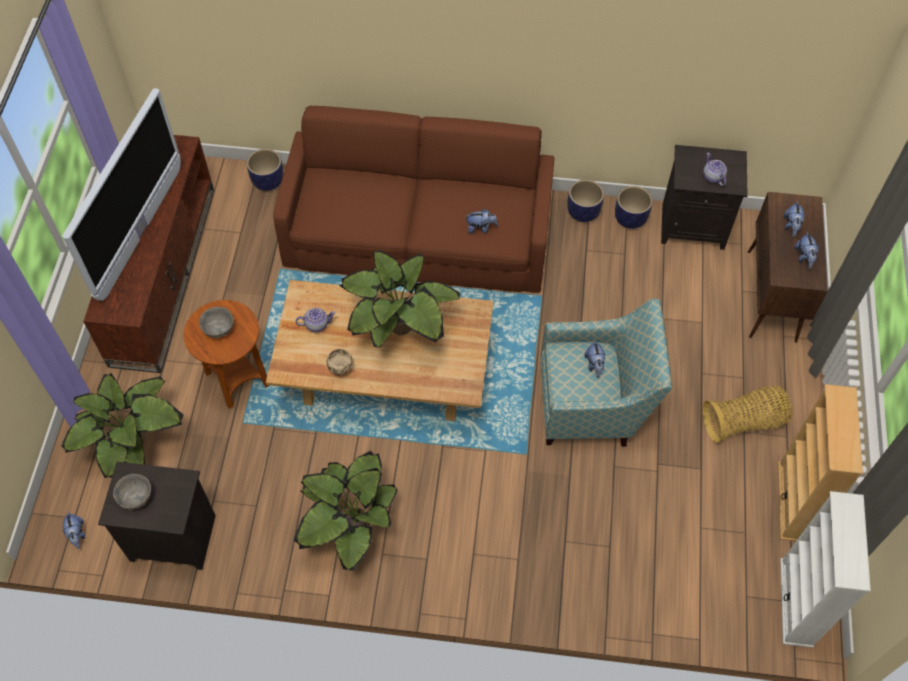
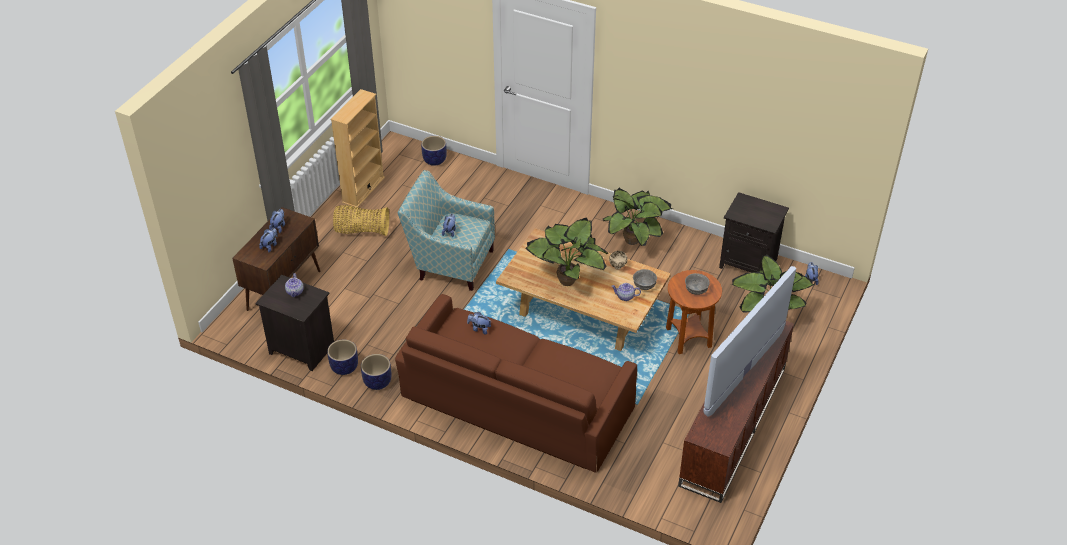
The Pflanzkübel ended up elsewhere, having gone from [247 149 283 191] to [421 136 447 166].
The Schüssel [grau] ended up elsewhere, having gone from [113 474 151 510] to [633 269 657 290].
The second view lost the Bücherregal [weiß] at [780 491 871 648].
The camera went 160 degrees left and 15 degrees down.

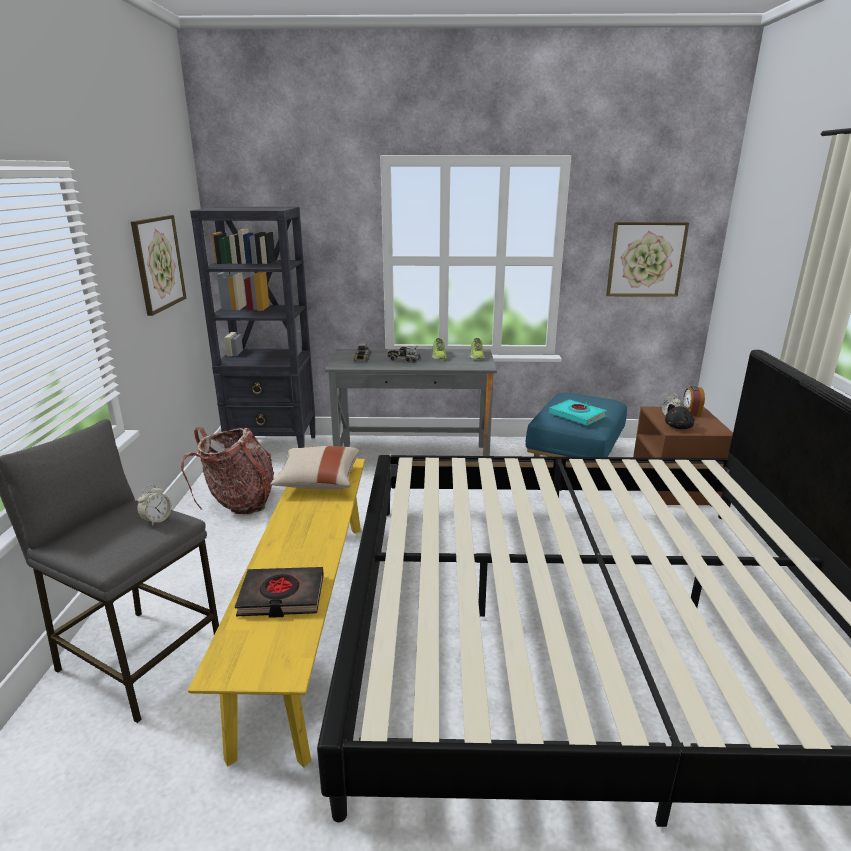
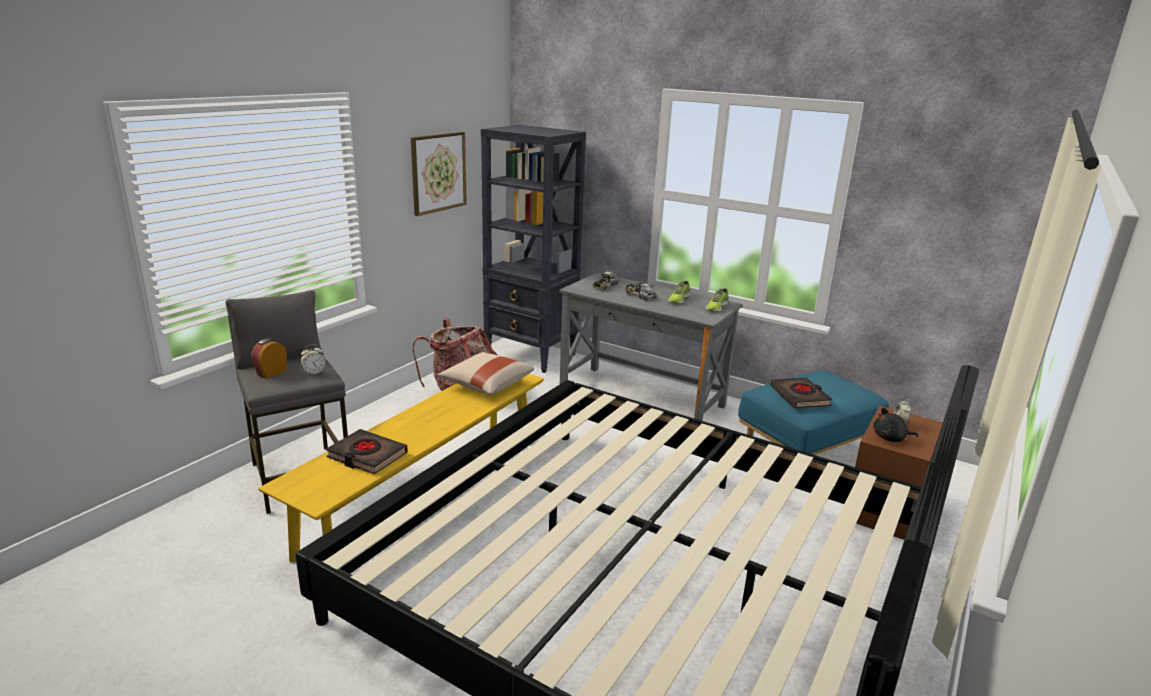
The Wecker ended up elsewhere, having gone from [683 386 705 416] to [251 338 287 379].
What was the Buch [türkis] at [549 399 607 425] turned into the Buch [schwarz] at [770 378 832 409].
The second view lost the Bild at [606 222 689 297].
The camera went 30 degrees right and 0 degrees up.

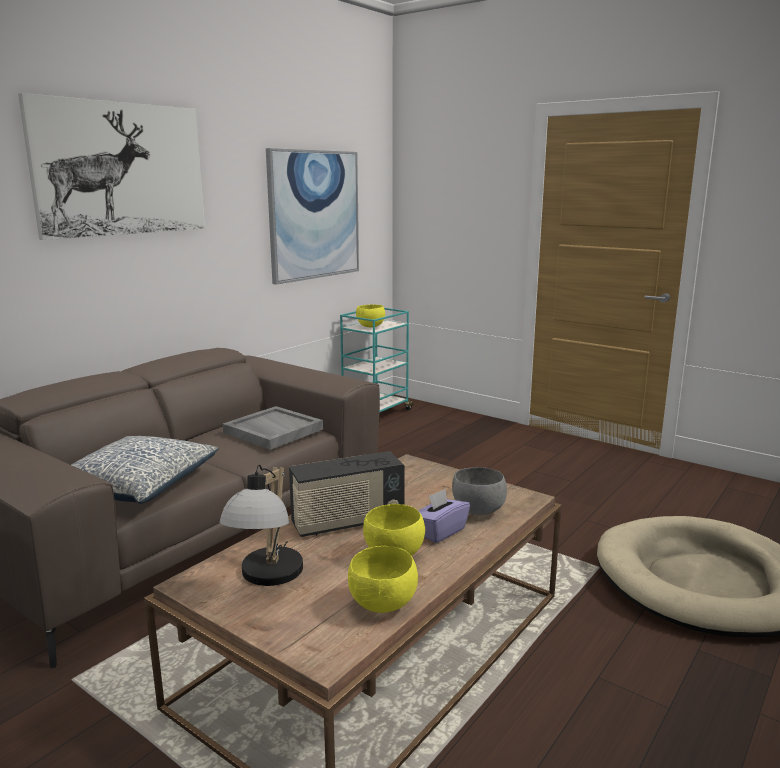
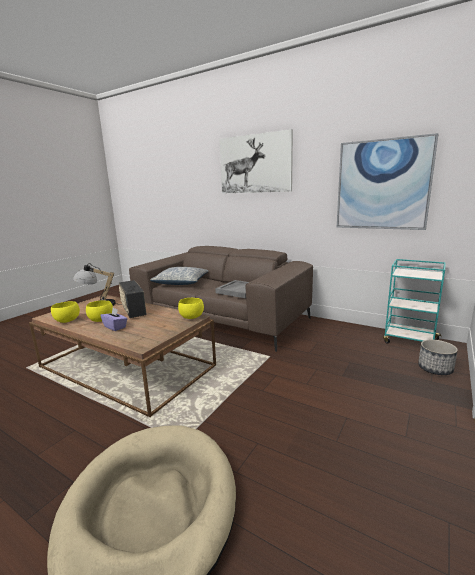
The Schüssel [gelb] ended up elsewhere, having gone from [356 304 385 327] to [178 298 204 319].
The second view gained the Pflanzkübel at [418 340 458 375].
The second view lost the Schüssel [grau] at [452 467 507 515].
The camera went 85 degrees right and 0 degrees up.

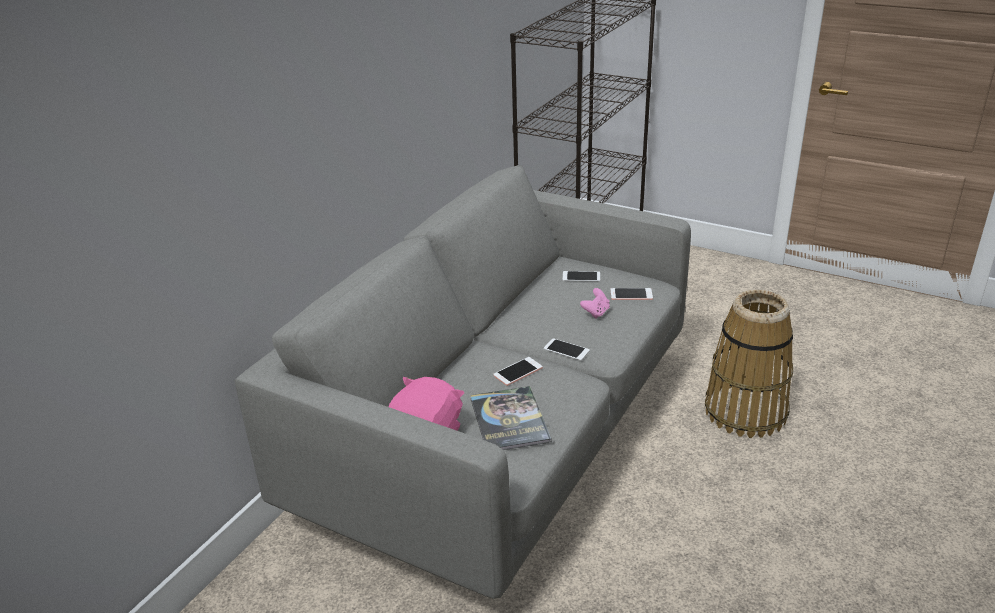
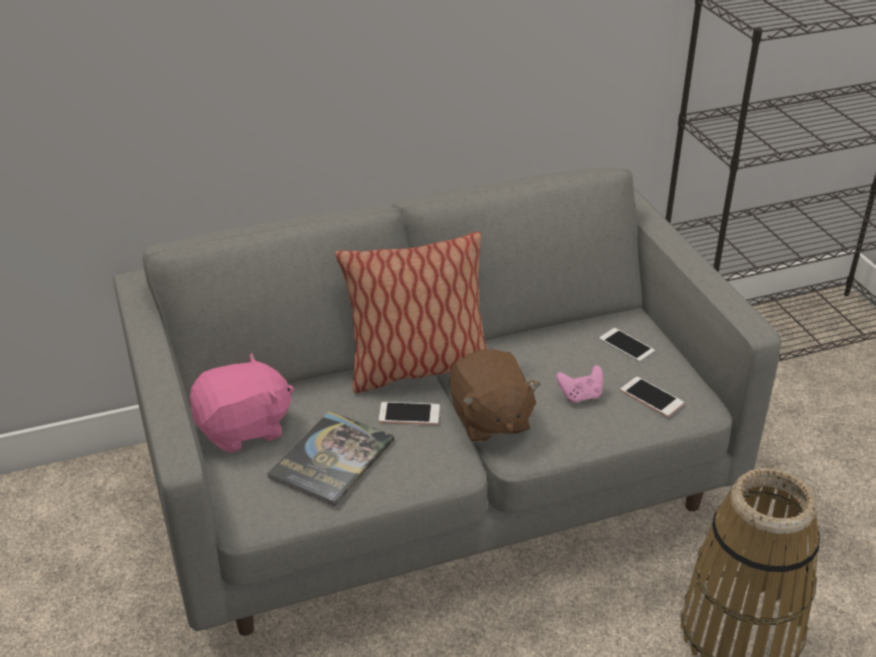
The second view gained the Kissen at [335 232 487 393].
Where the Handy stood at [544 338 590 361], the Plüschtier [braun] came to stand at [449 349 541 443].
The camera went 40 degrees right and 5 degrees up.

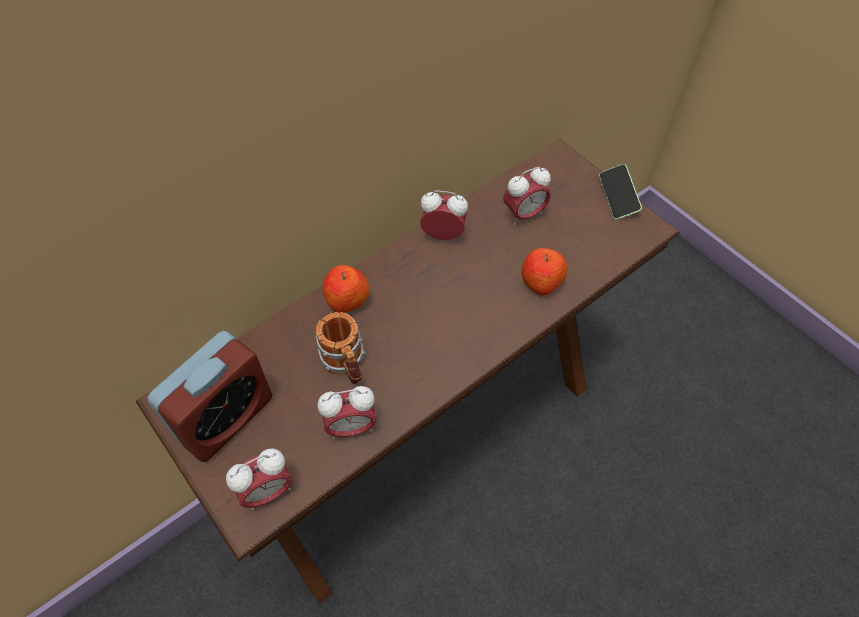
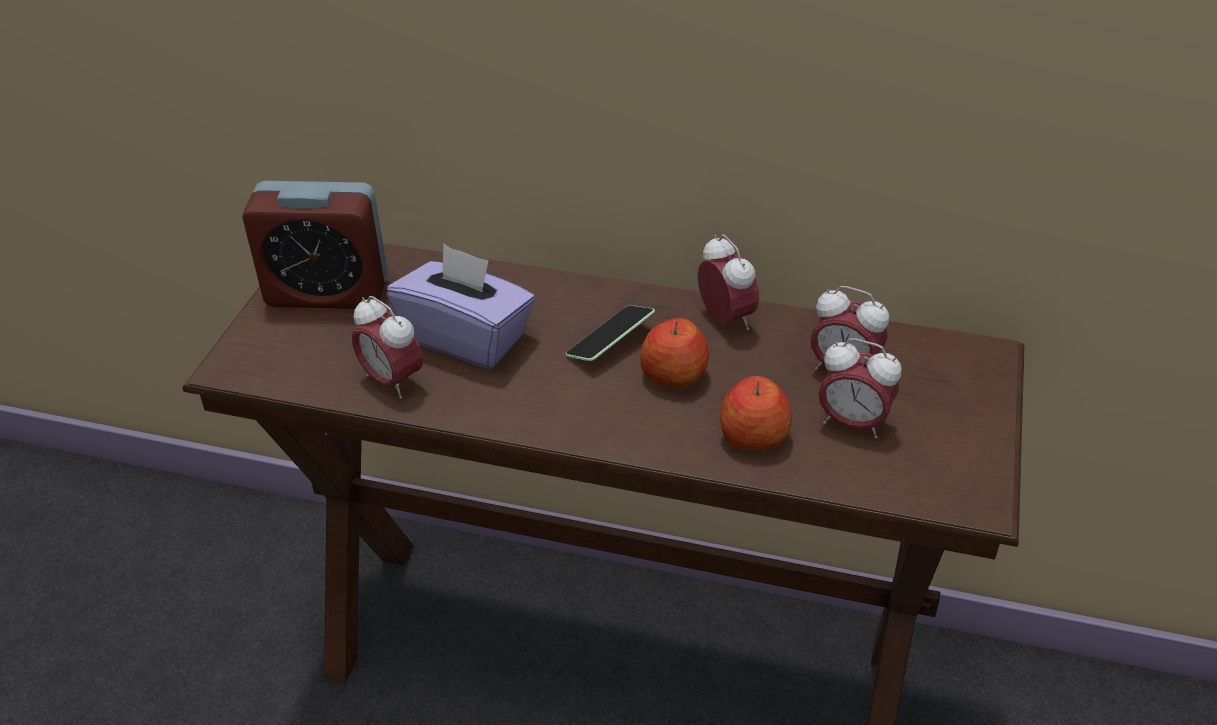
Where the Henkelbecher stood at [315 312 365 384], the Taschentuchbox [lila] came to stand at [387 244 535 369].
The Handy ended up elsewhere, having gone from [599 164 642 220] to [566 305 655 361].
The Apfel ended up elsewhere, having gone from [323 265 369 313] to [640 318 709 388].
The Wecker ended up elsewhere, having gone from [226 449 292 510] to [819 338 902 439].
The camera went 55 degrees right and 15 degrees down.

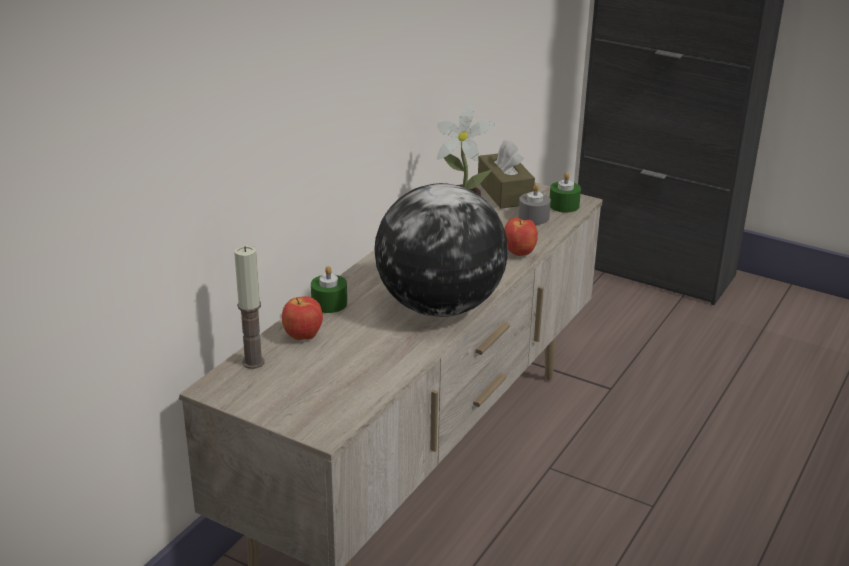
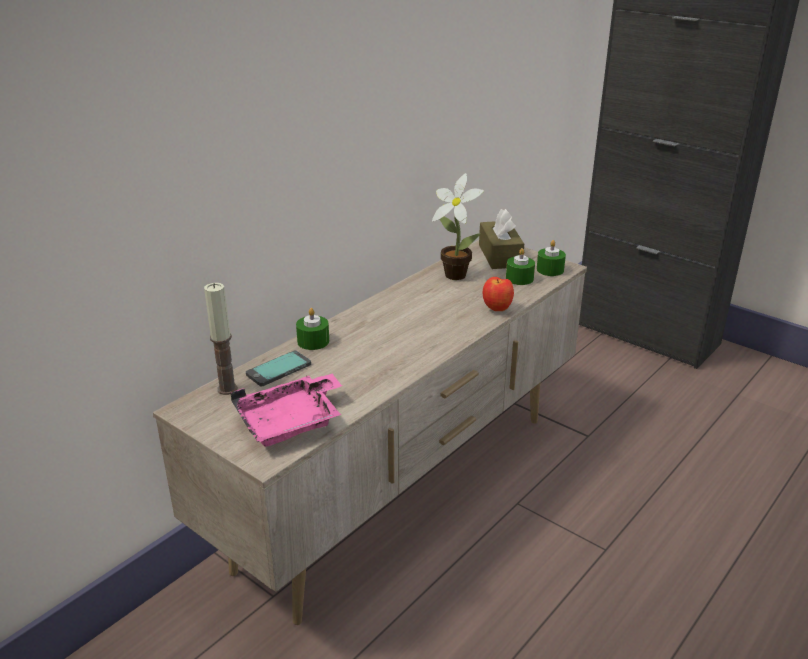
The second view gained the Tablett [rosa] at [231 374 342 447].
Where the Apfel stood at [282 296 323 340], the Handy came to stand at [246 351 311 386].
What was the Kerze [grau] at [518 184 551 225] turned into the Kerze [grün] at [506 248 535 285].
The second view lost the Globus at [374 183 508 317].
The camera went 10 degrees right and 0 degrees up.

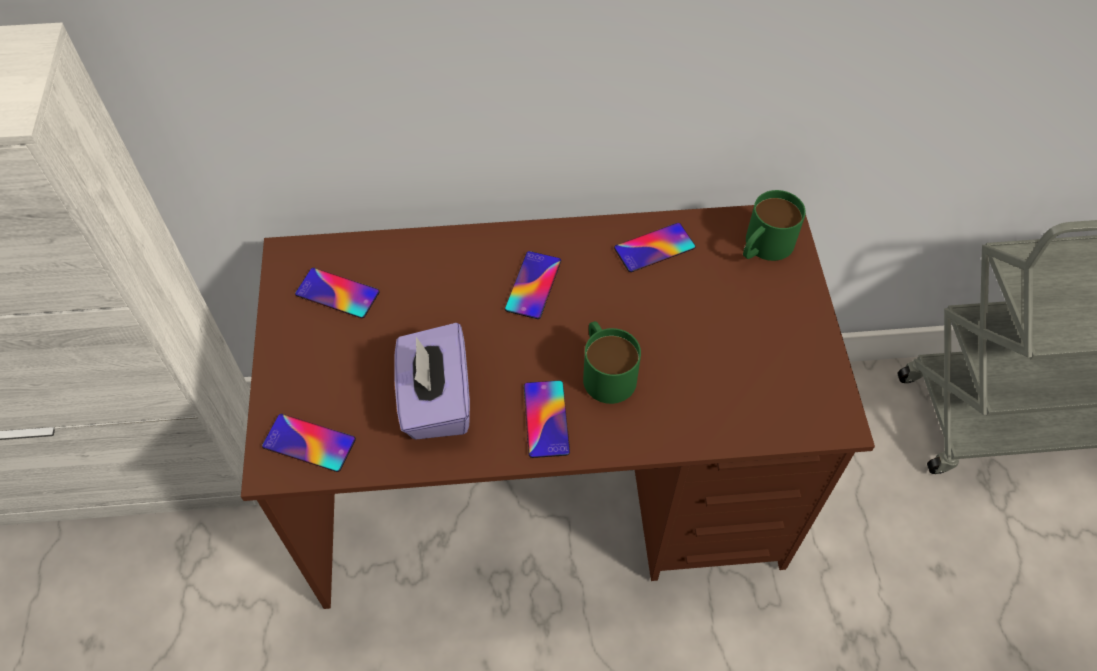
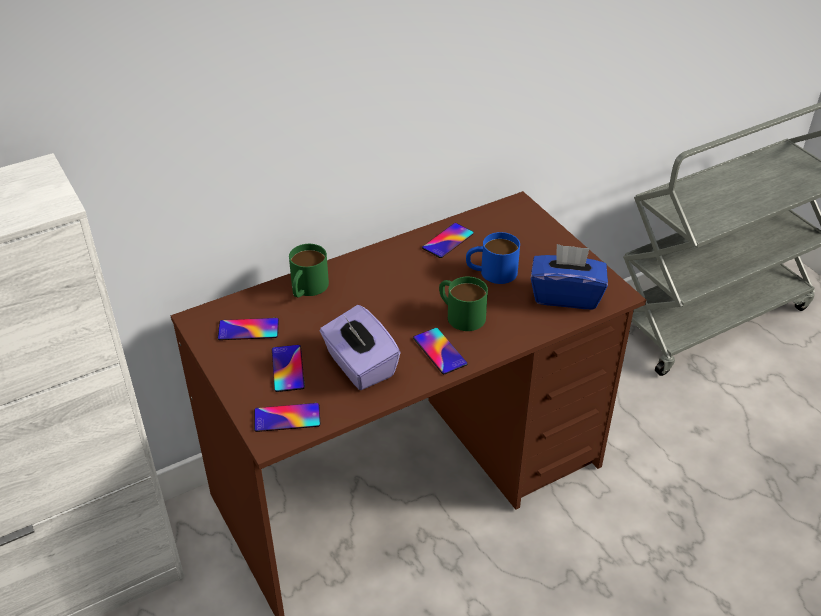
The Handy ended up elsewhere, having gone from [505 251 561 319] to [272 345 305 392].
The Henkelbecher [grün] ended up elsewhere, having gone from [743 190 806 261] to [289 244 329 298].
The second view gained the Henkelbecher [blau] at [466 232 520 284].
The second view gained the Taschentuchbox [blau] at [531 244 608 309].
The camera went 25 degrees left and 15 degrees down.

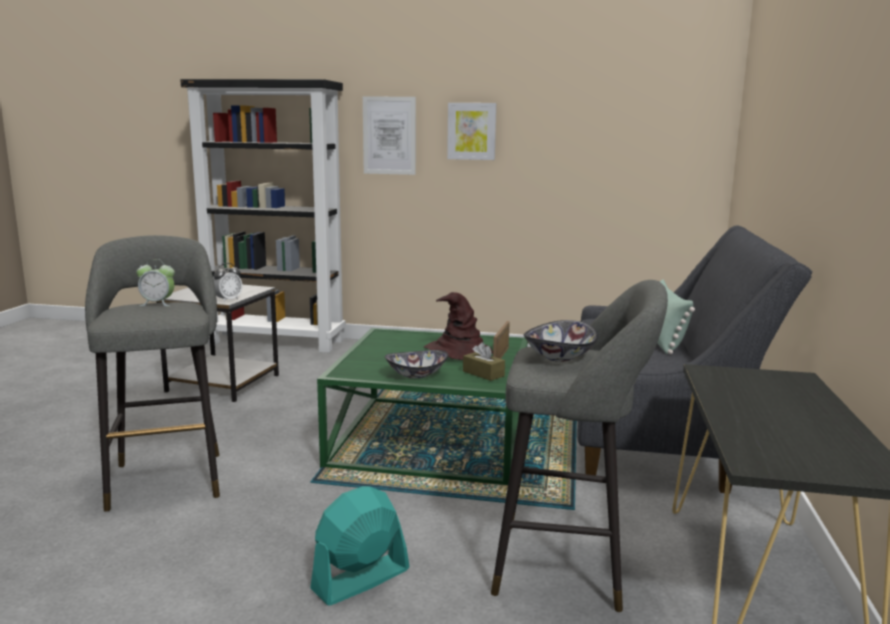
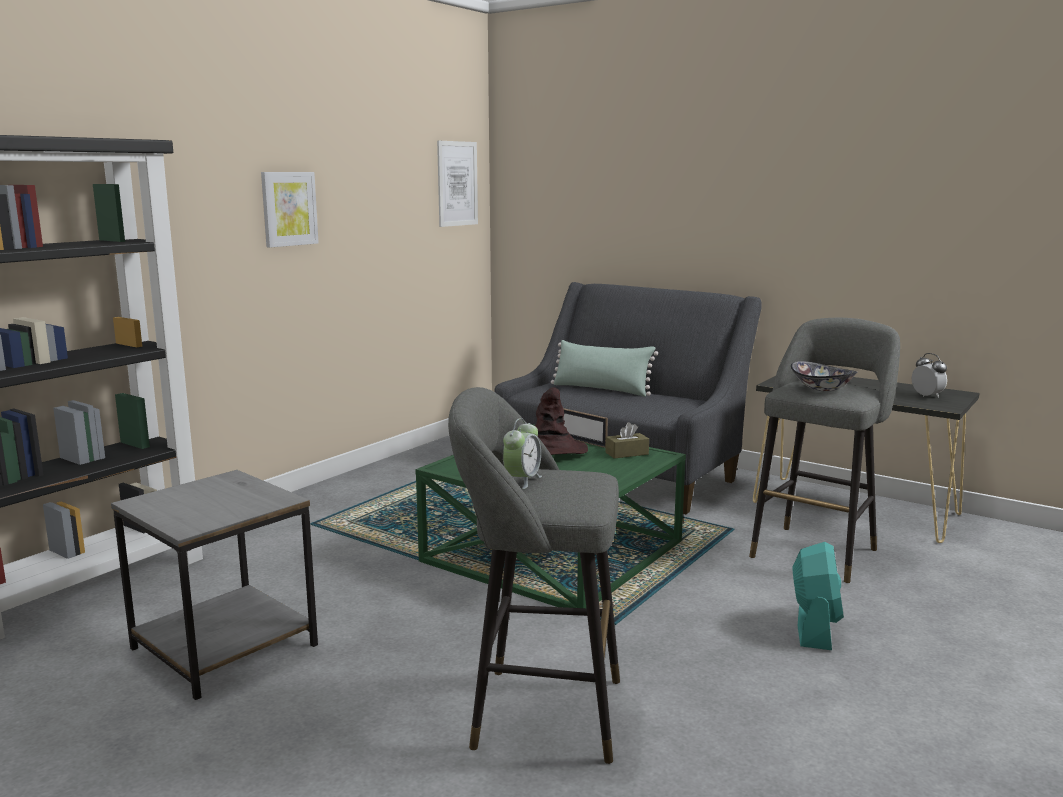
The Bild ended up elsewhere, having gone from [363 96 416 175] to [437 141 478 227].
The Ventilator [türkis] at [310 486 410 605] ended up facing another way, 150 degrees counterclockwise from before.
The Wecker ended up elsewhere, having gone from [214 263 242 302] to [912 353 947 398].
The second view lost the Schüssel at [385 350 448 378].
The camera went 65 degrees left and 0 degrees up.

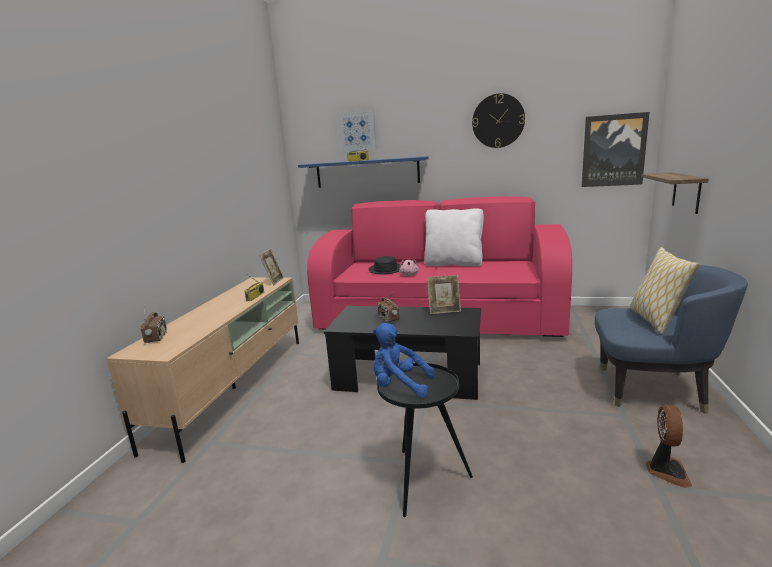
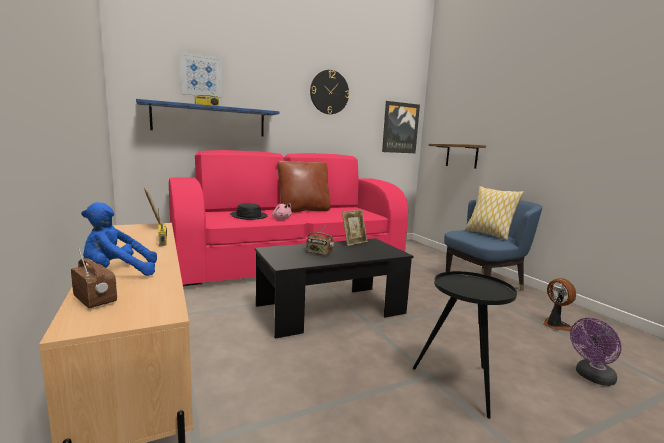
The Plüschtier [blau] ended up elsewhere, having gone from [373 323 435 398] to [81 202 157 276].
What was the Kissen [weiß] at [424 208 484 267] turned into the Kissen [braun] at [277 161 331 212].
The second view gained the Ventilator [lila] at [570 318 622 386].
The camera went 40 degrees left and 5 degrees down.

